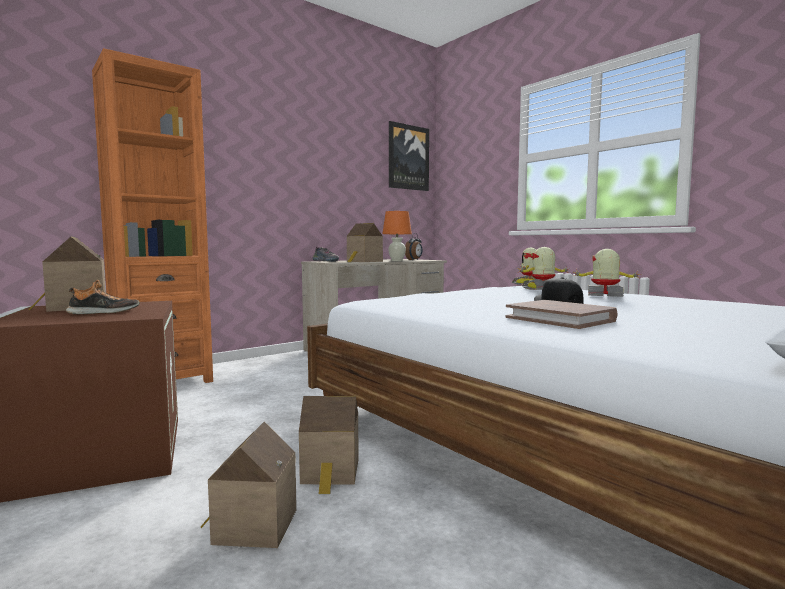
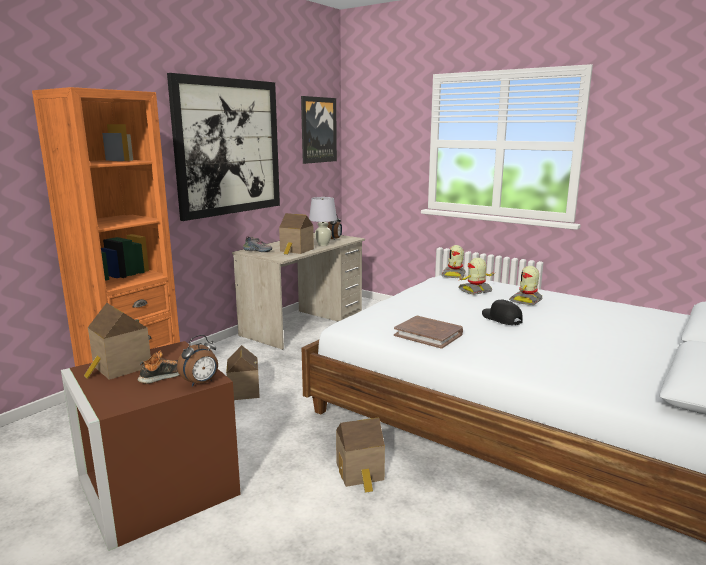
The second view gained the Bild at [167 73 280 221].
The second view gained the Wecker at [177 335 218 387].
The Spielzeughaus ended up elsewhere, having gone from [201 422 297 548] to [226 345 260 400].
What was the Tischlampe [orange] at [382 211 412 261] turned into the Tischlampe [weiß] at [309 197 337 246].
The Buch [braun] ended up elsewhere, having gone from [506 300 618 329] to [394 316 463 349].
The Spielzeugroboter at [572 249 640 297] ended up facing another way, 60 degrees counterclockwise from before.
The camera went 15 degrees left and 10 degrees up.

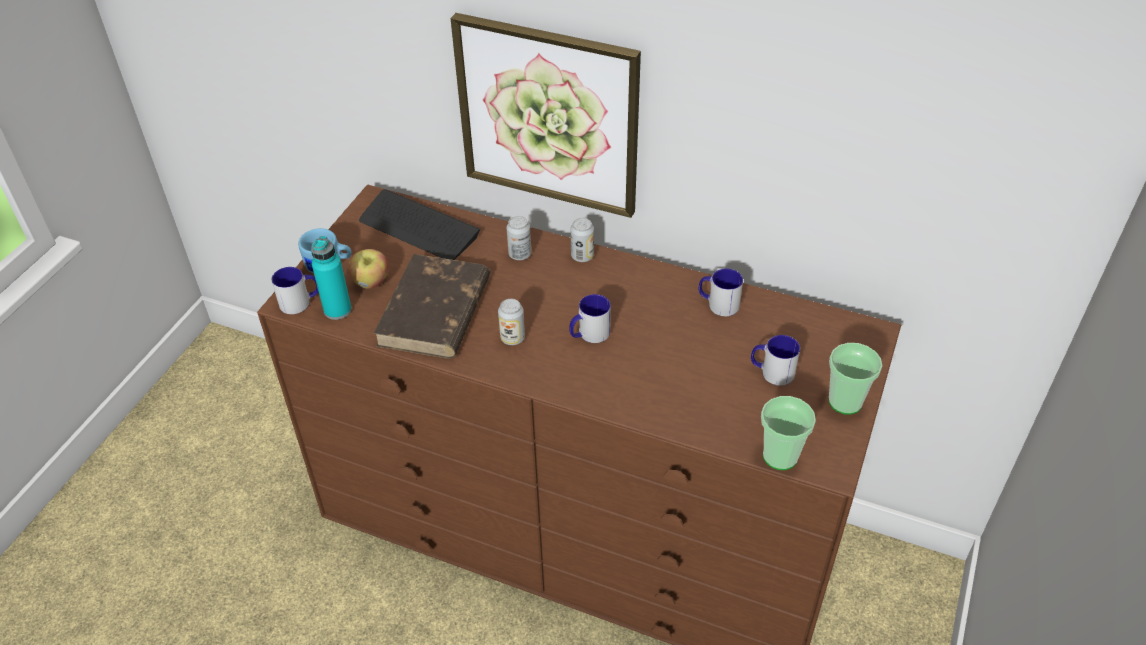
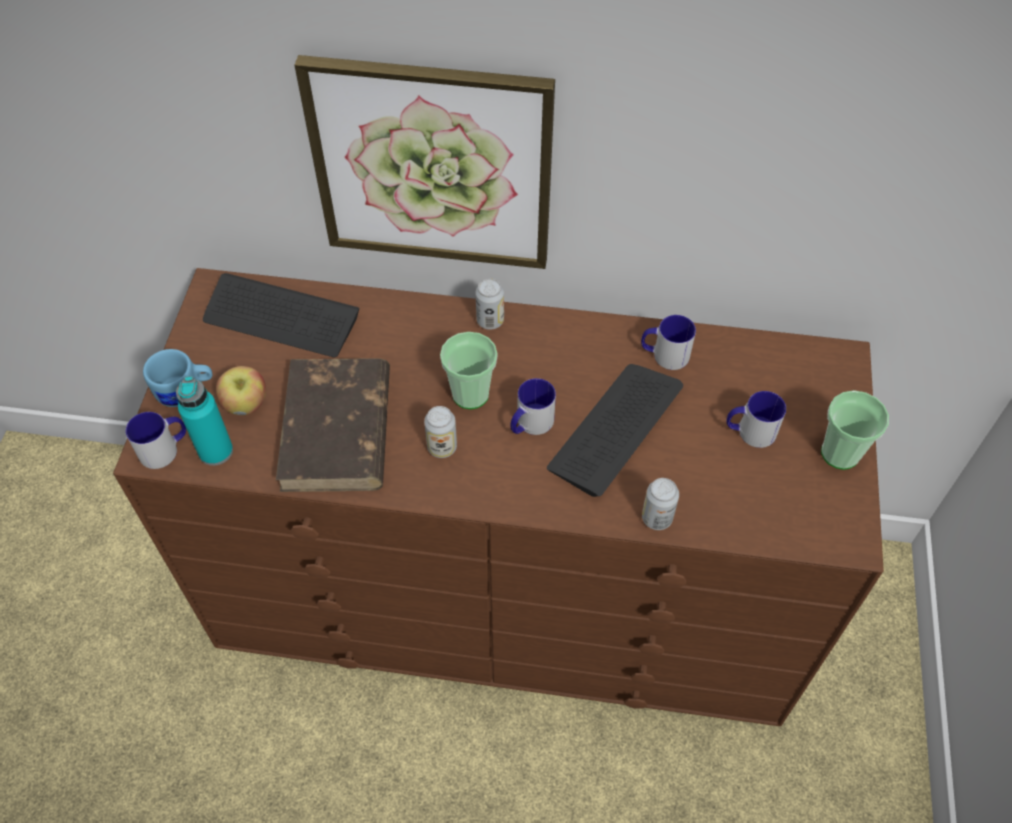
The Tasse ended up elsewhere, having gone from [761 396 816 470] to [440 332 498 409].
The second view gained the Tastatur at [547 364 683 497].
The Dose ended up elsewhere, having gone from [507 216 531 260] to [642 478 679 530].
The camera went 15 degrees left and 10 degrees up.

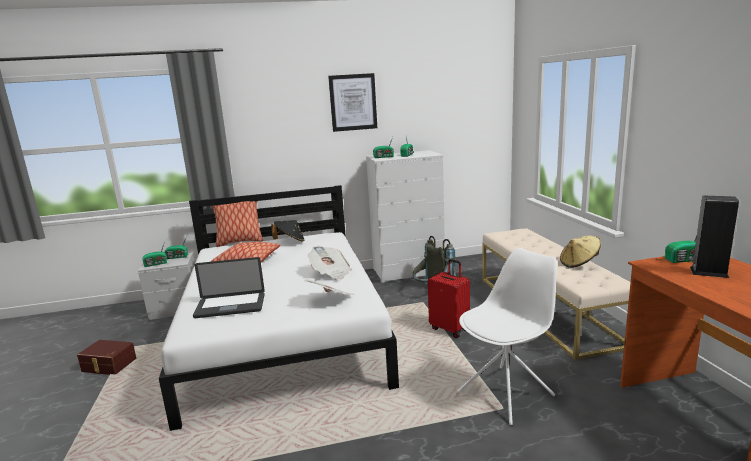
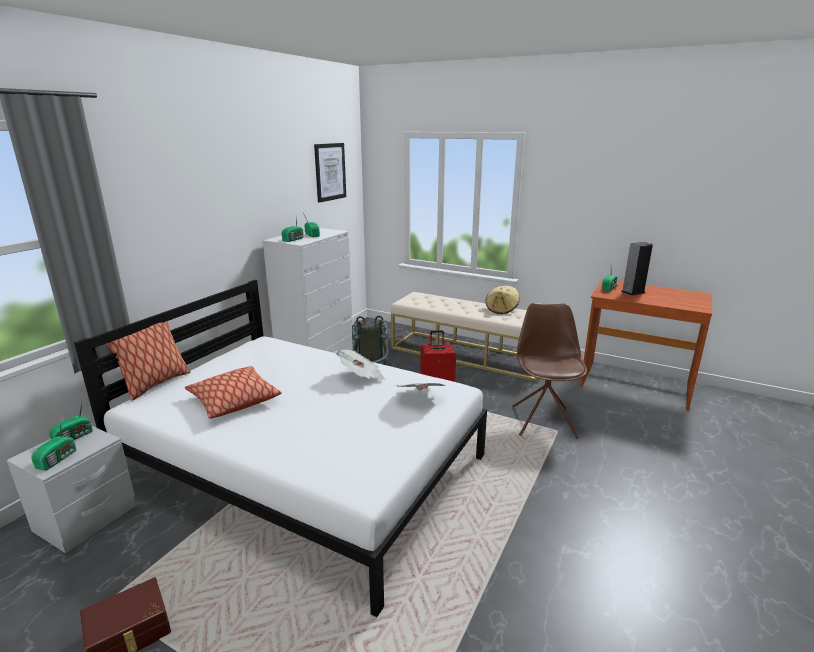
The Bild ended up elsewhere, having gone from [328 73 377 132] to [314 143 346 203].
What was the Stuhl [weiß] at [457 248 557 425] turned into the Stuhl [braun] at [513 303 587 439].
The second view lost the Laptop at [193 257 265 318].
The second view lost the Hut [schwarz] at [271 220 304 242].
The camera went 50 degrees left and 5 degrees up.

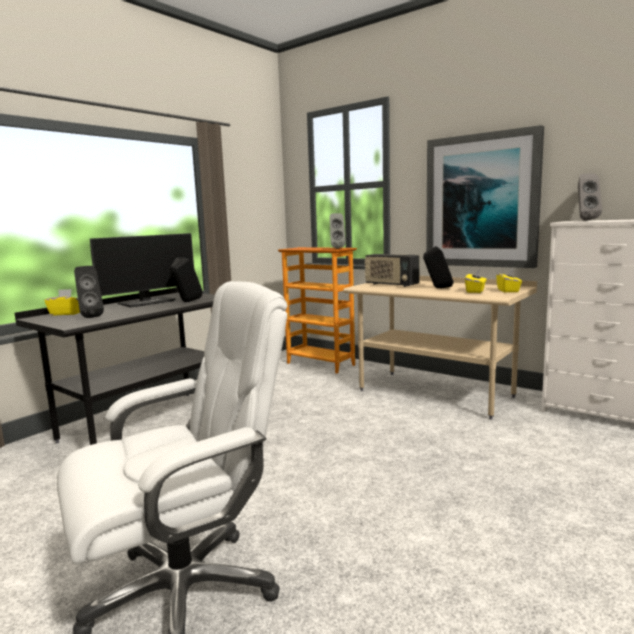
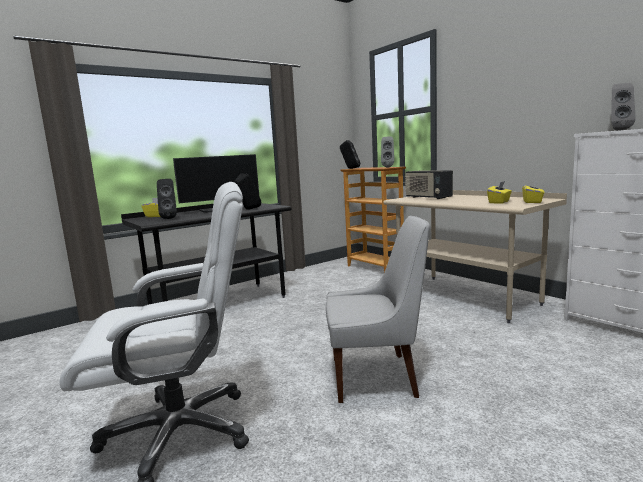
The second view gained the Stuhl [weiß] at [326 216 430 403].
The Lautsprecher [schwarz] ended up elsewhere, having gone from [423 246 454 288] to [340 140 360 169].
The second view lost the Bild at [426 125 544 268].
The camera went 15 degrees right and 0 degrees up.

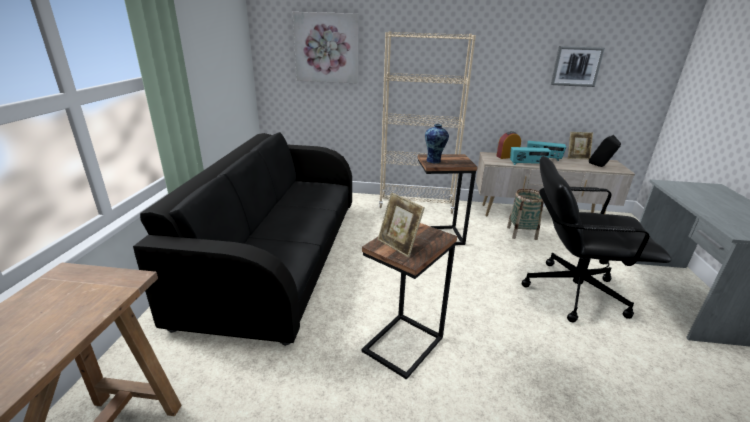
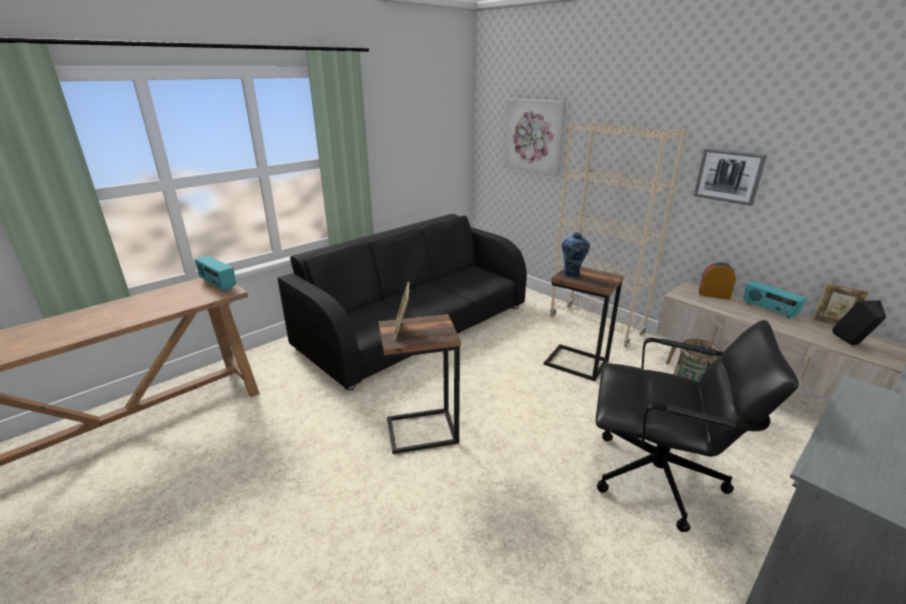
The Radio ended up elsewhere, having gone from [510 147 551 165] to [194 255 236 291].
The Bürostuhl [schwarz] at [522 156 671 322] ended up facing another way, 150 degrees clockwise from before.
The Bild ended up elsewhere, having gone from [551 46 605 87] to [694 148 767 206].
The camera went 40 degrees right and 0 degrees up.

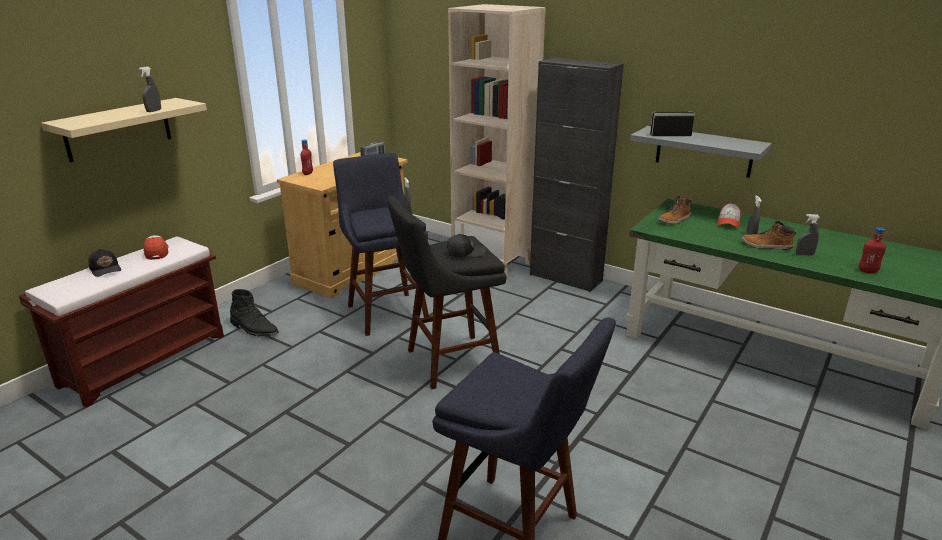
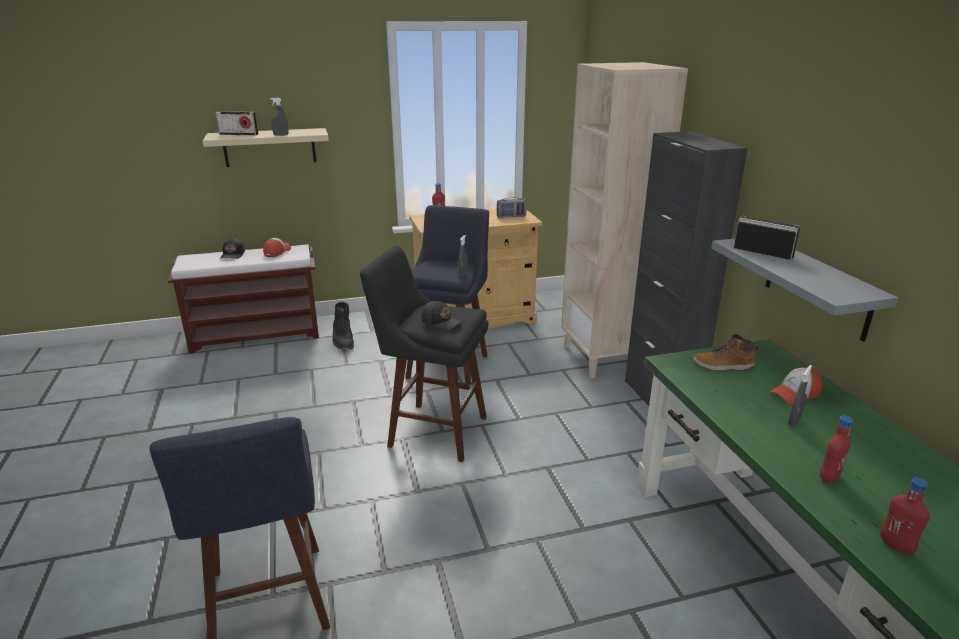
The second view gained the Radio at [216 111 258 135].
Where the Sprühflasche [grau] stood at [796 214 820 256], the Flasche [rot] came to stand at [820 416 853 483].
The second view lost the Stiefel at [741 221 796 250].
The camera went 40 degrees right and 0 degrees up.

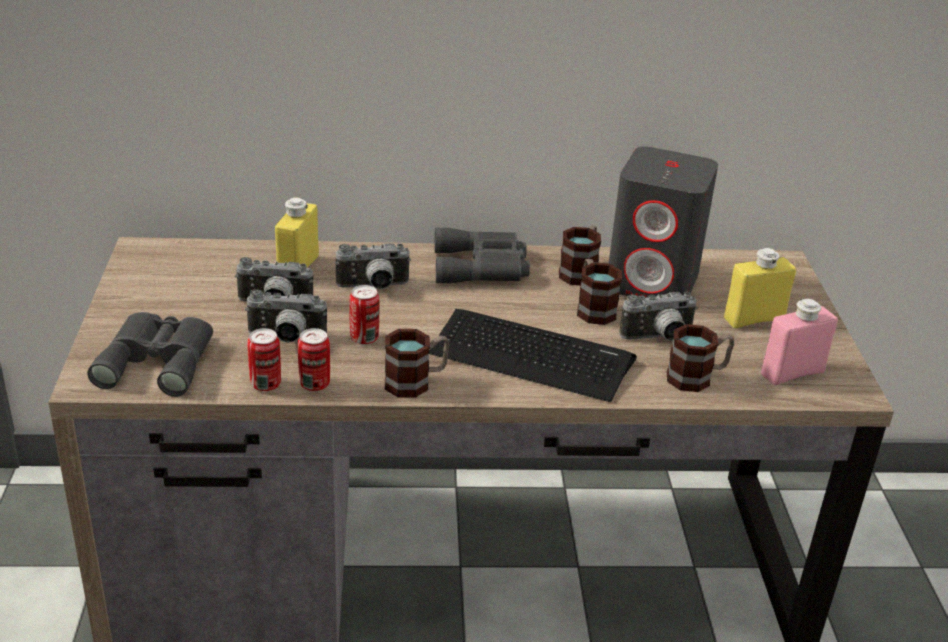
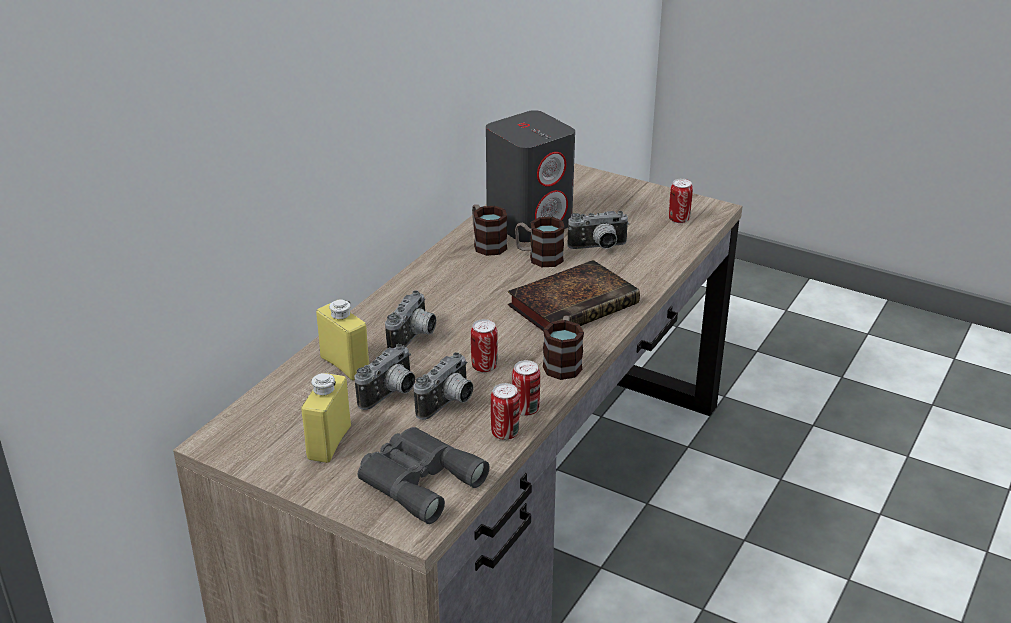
The Flasche [gelb] ended up elsewhere, having gone from [724 248 796 328] to [301 373 351 463].
Where the Tastatur stood at [429 309 637 402], the Buch came to stand at [508 260 640 332].
The Kamera at [619 292 698 341] ended up facing another way, 60 degrees clockwise from before.
Where the Flasche [rosa] stood at [761 299 838 385], the Dose came to stand at [669 179 693 223].
The second view lost the Fernglas [grau] at [435 228 530 283].
The second view lost the Henkelbecher at [667 324 734 392].
The camera went 55 degrees left and 0 degrees up.

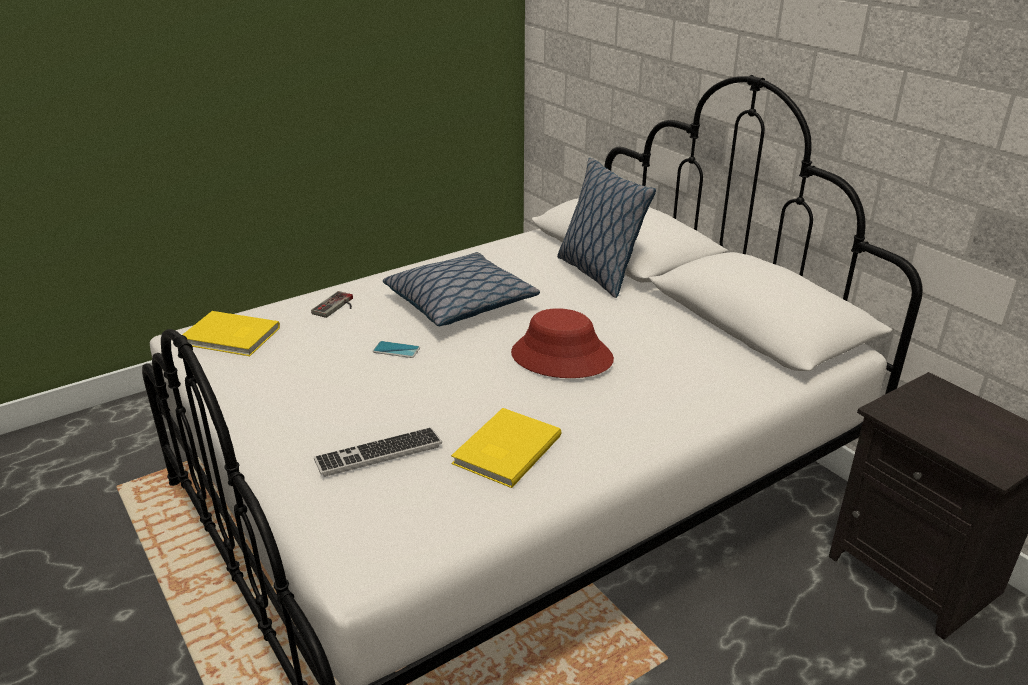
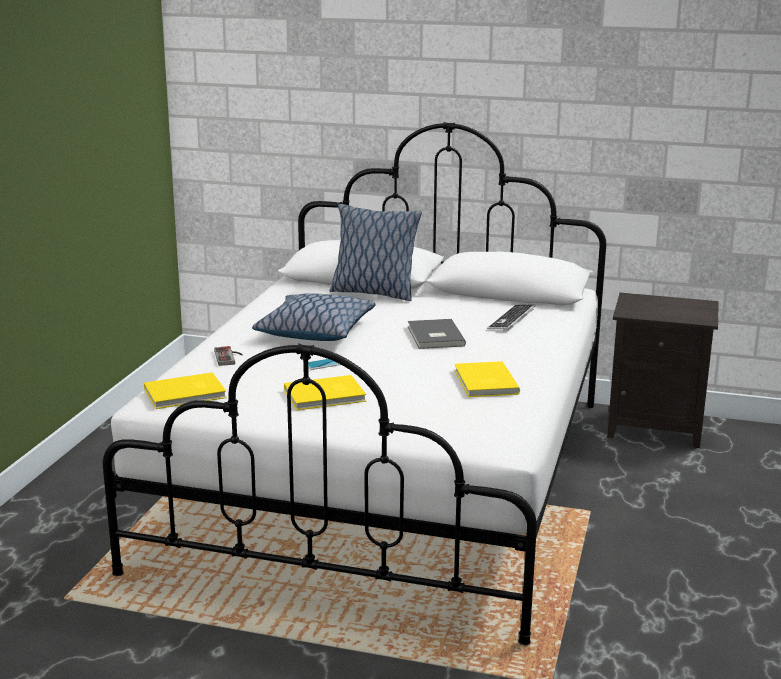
The second view gained the Buch [gelb] at [284 375 366 410].
Where the Hut [rot] stood at [511 308 614 378], the Buch [grau] came to stand at [408 319 466 349].
The Tastatur ended up elsewhere, having gone from [314 427 442 477] to [487 305 535 331].
The camera went 40 degrees left and 10 degrees down.

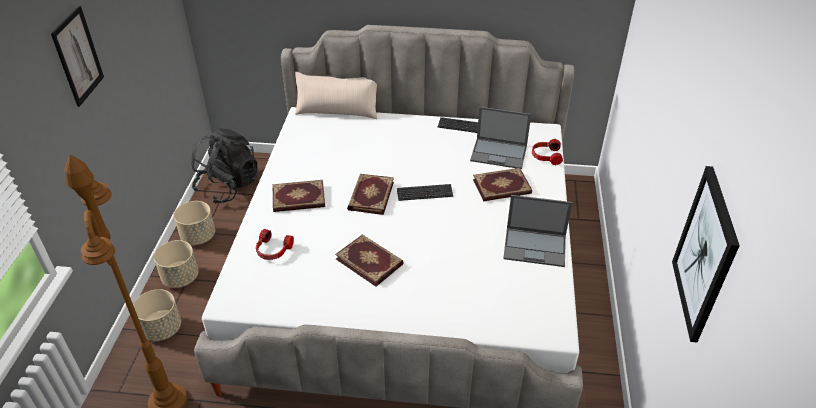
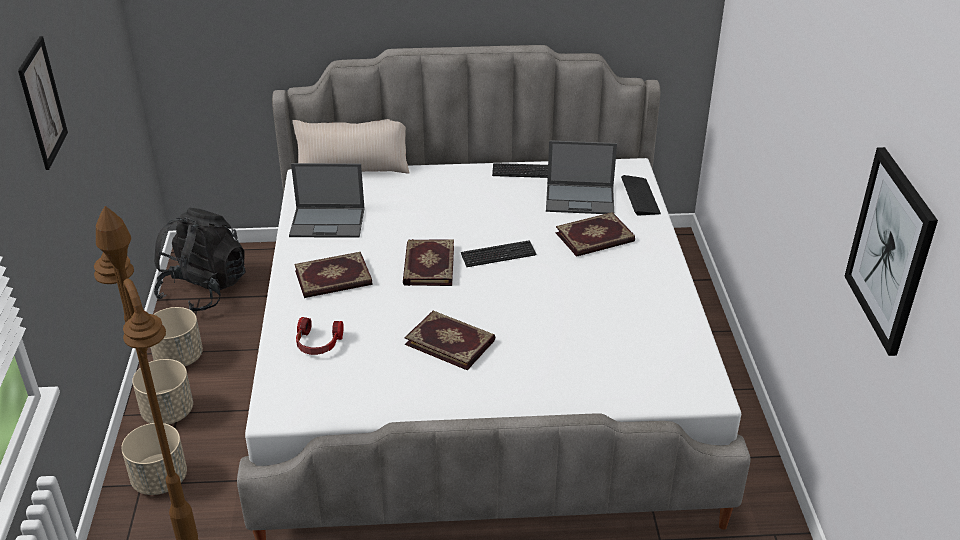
The Laptop ended up elsewhere, having gone from [503 195 572 267] to [289 163 365 238].
Where the Kopfhörer stood at [532 139 563 165], the Tastatur came to stand at [621 175 661 216].
The camera went 10 degrees left and 5 degrees down.

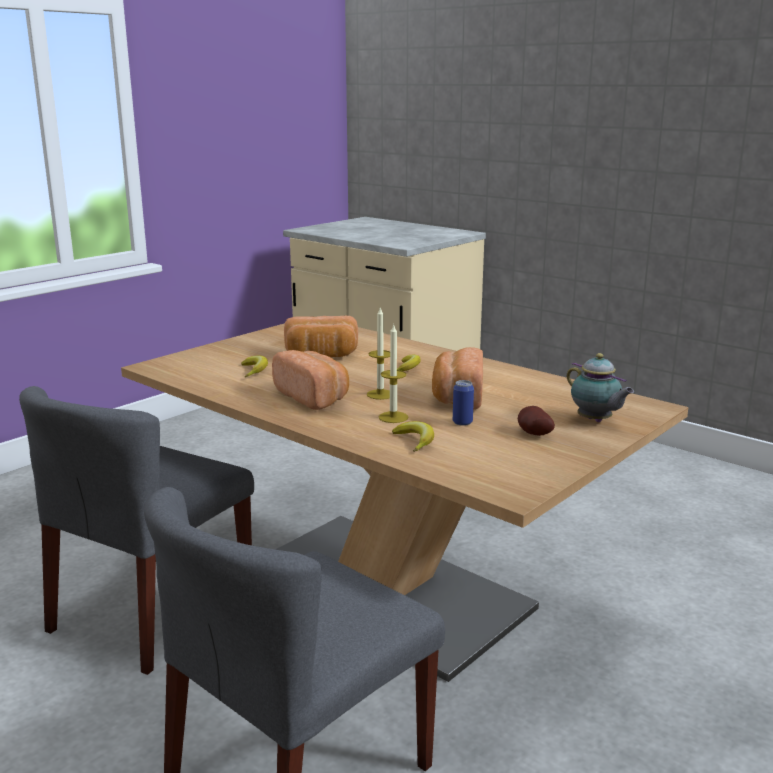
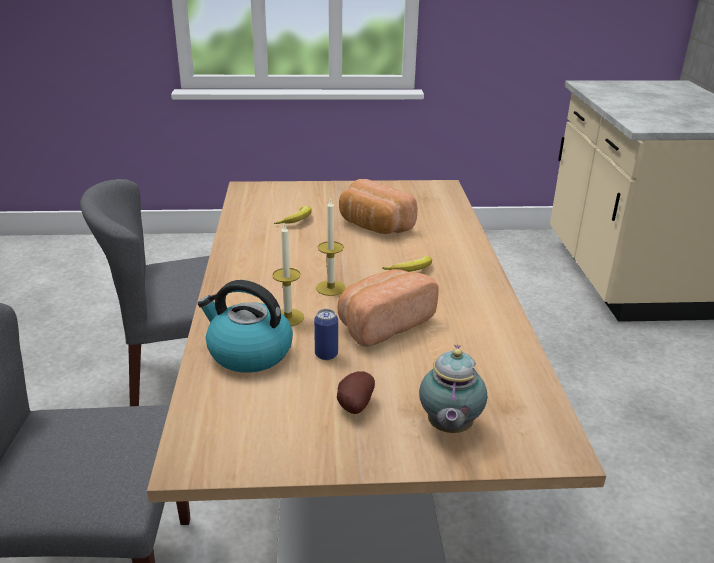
Where the Banane stood at [392 421 434 452], the Wasserkessel came to stand at [198 280 293 373].
The second view lost the Brot at [272 350 349 410].
The camera went 45 degrees right and 10 degrees up.

